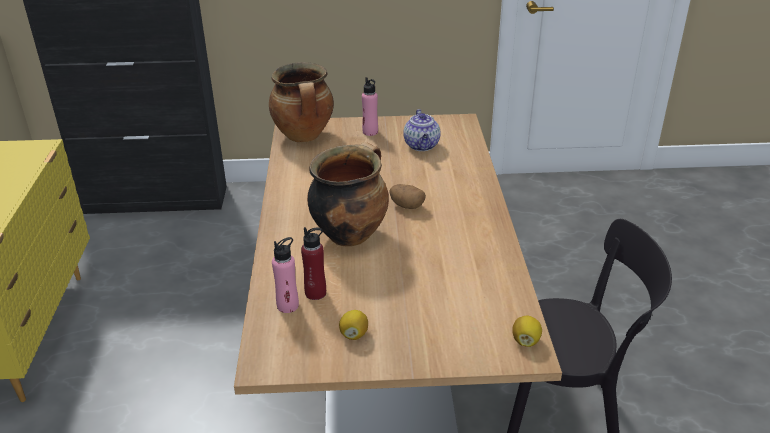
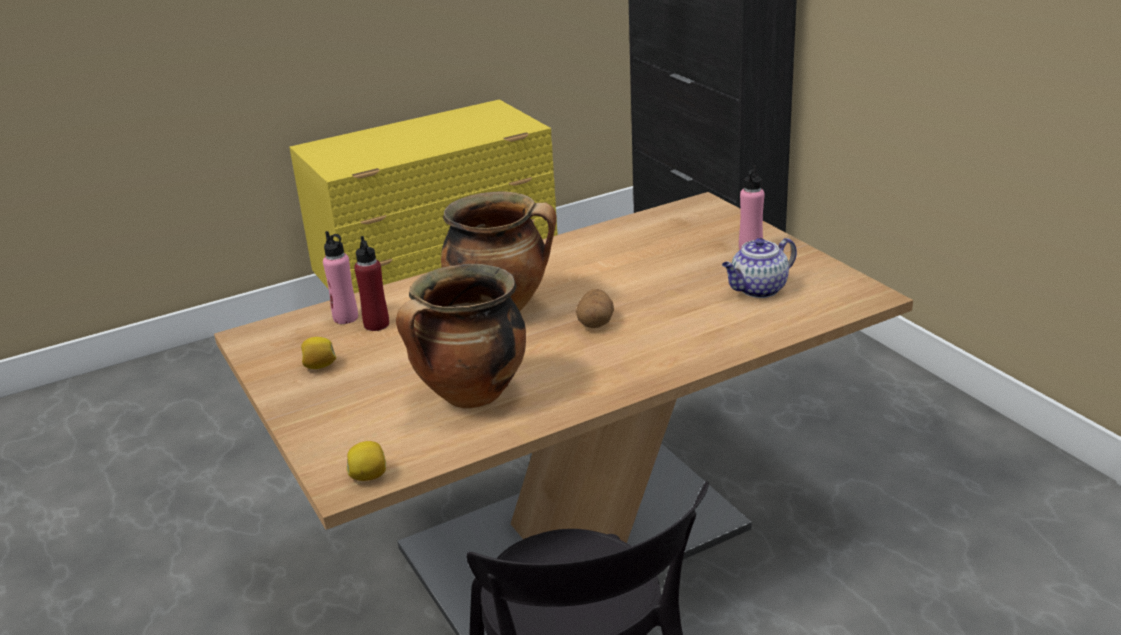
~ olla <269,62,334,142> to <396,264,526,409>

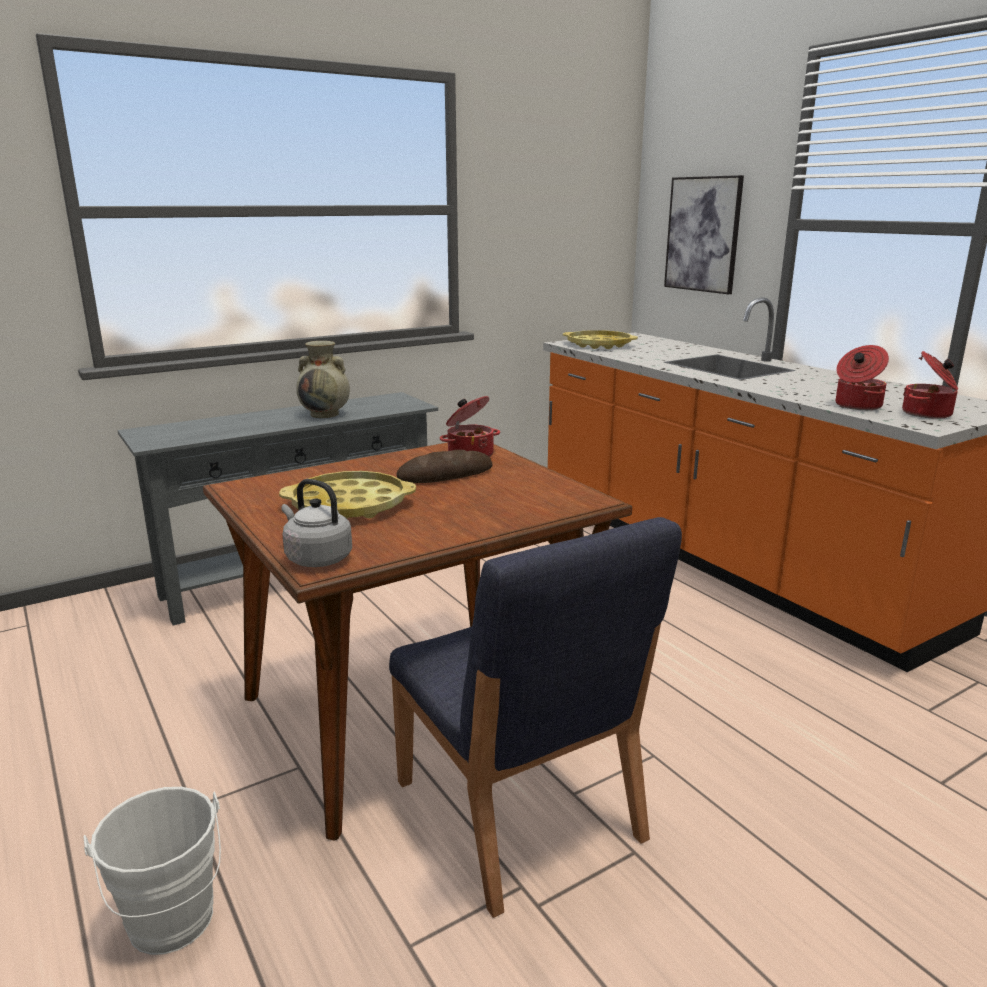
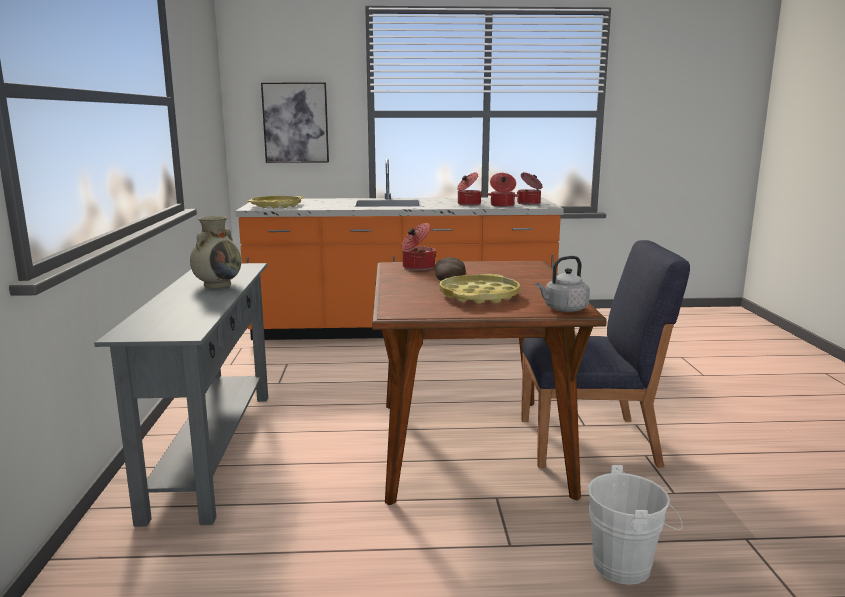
+ olla <457,172,482,206>

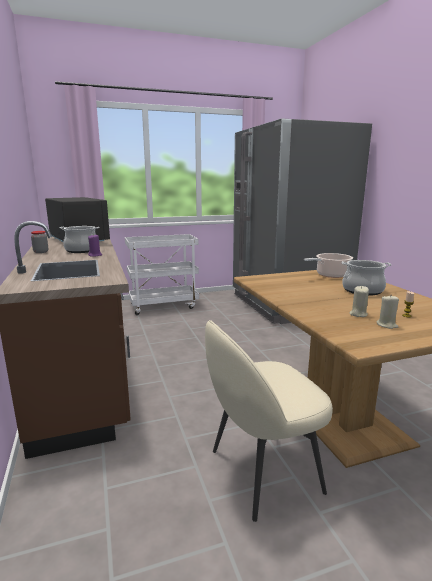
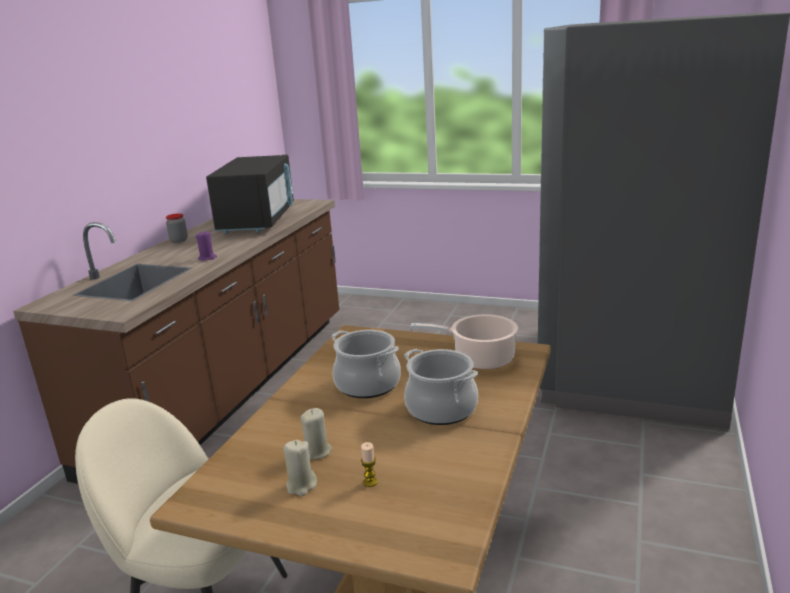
- carrito (blanco) <125,234,199,315>
~ olla <60,226,100,253> to <331,330,401,398>

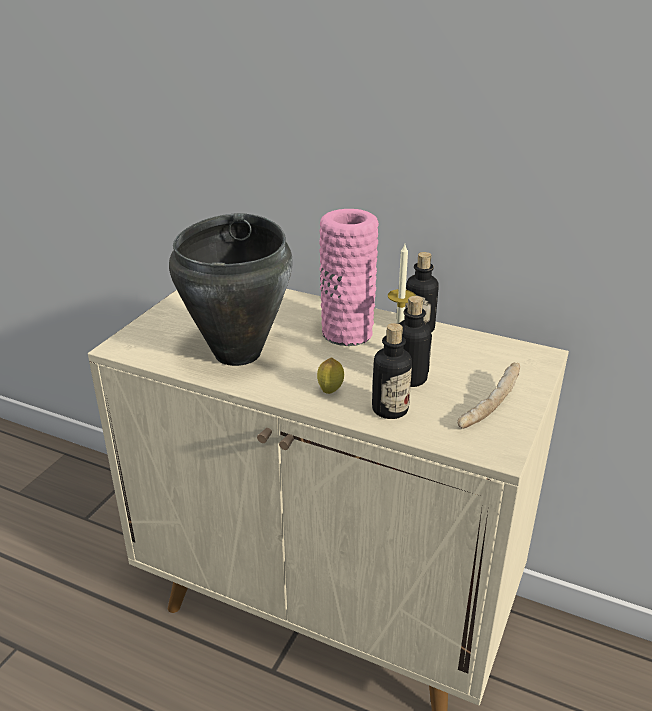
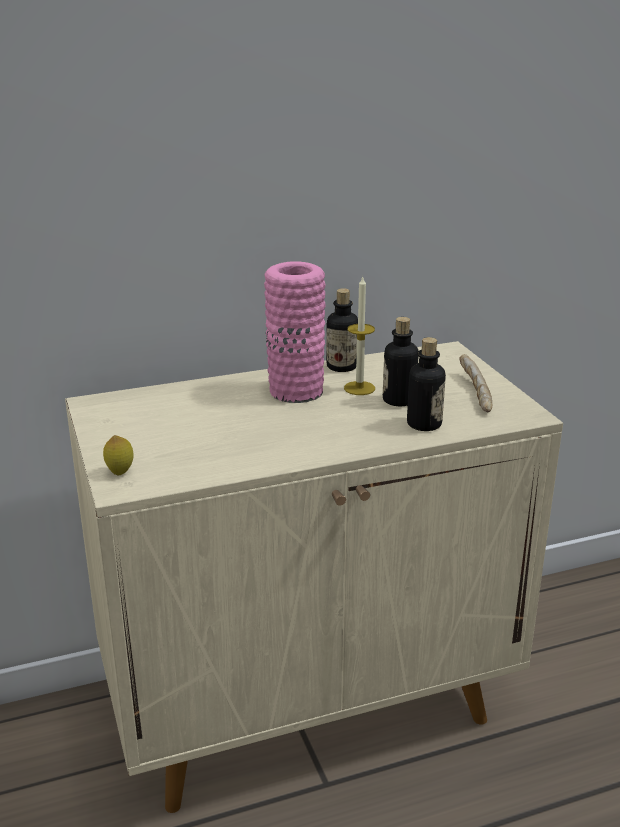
- olla (negro) <169,213,292,366>
~ limón <317,358,344,394> to <103,435,133,475>

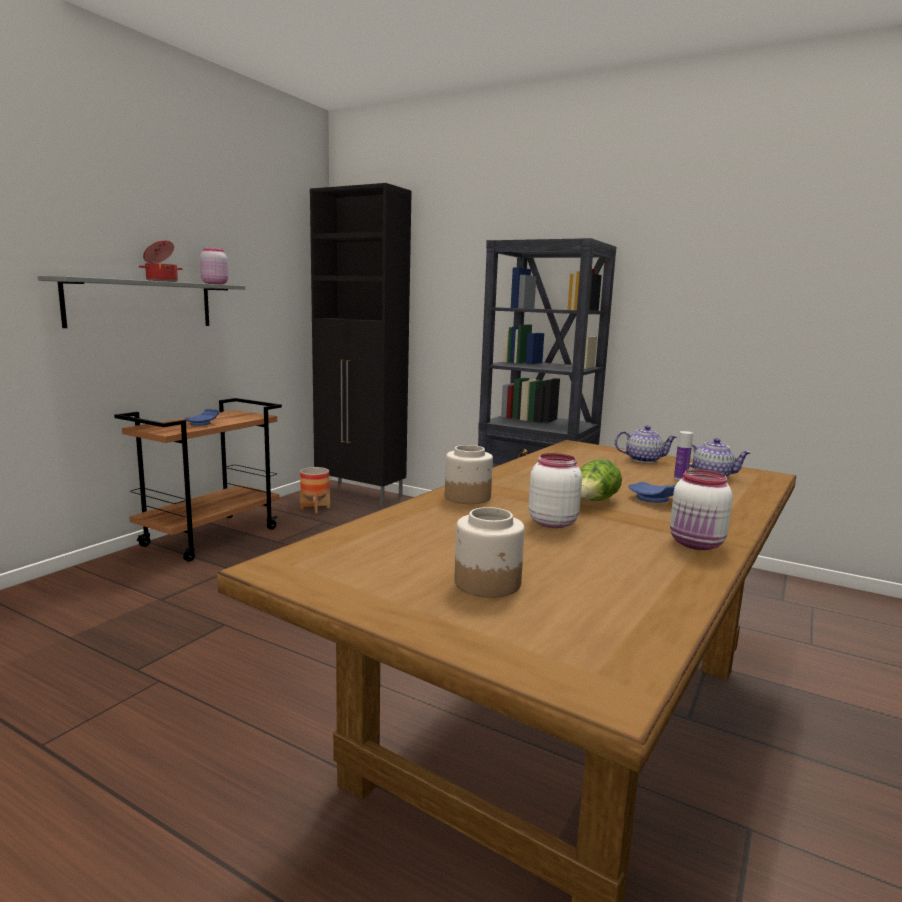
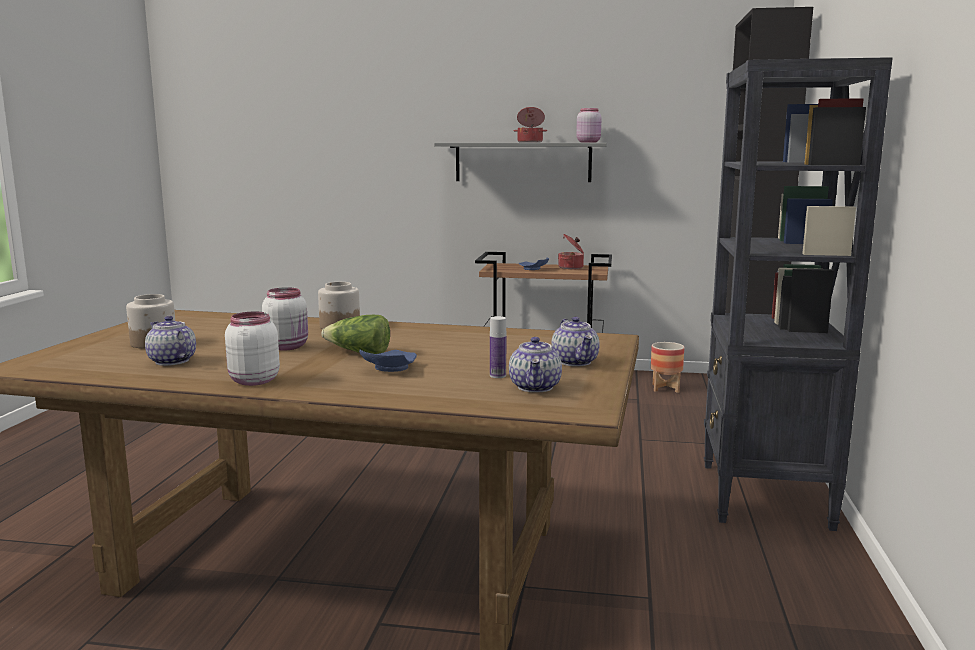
+ tetera <145,316,196,366>
+ olla <558,234,584,269>

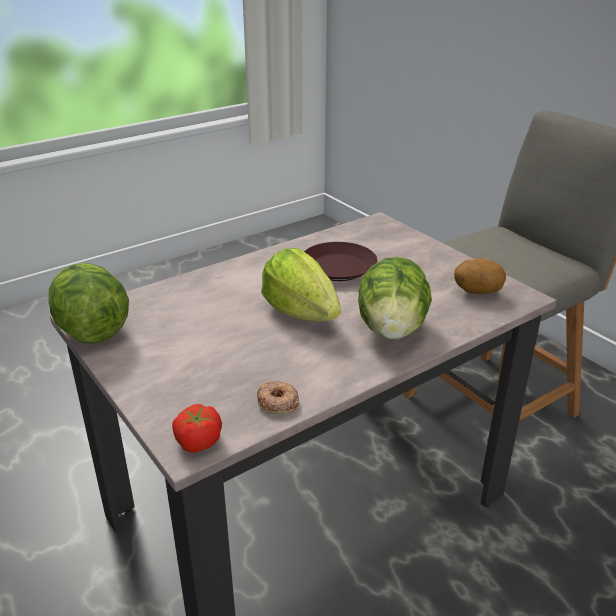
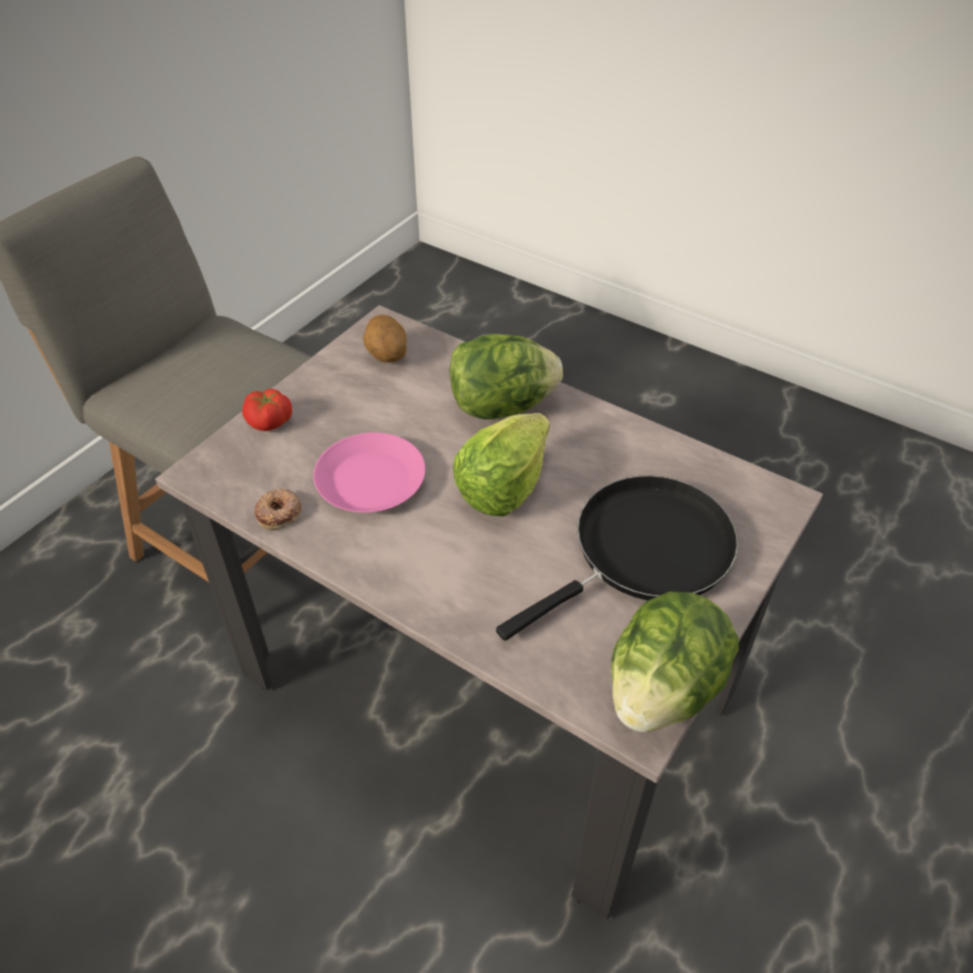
+ sartén (negro) <496,476,738,641>
~ tomate <172,404,222,453> to <242,389,292,431>
~ rosquilla <257,380,299,414> to <255,489,302,529>
~ plato (marrón) <304,242,377,281> to plato (rosa) <313,433,425,513>

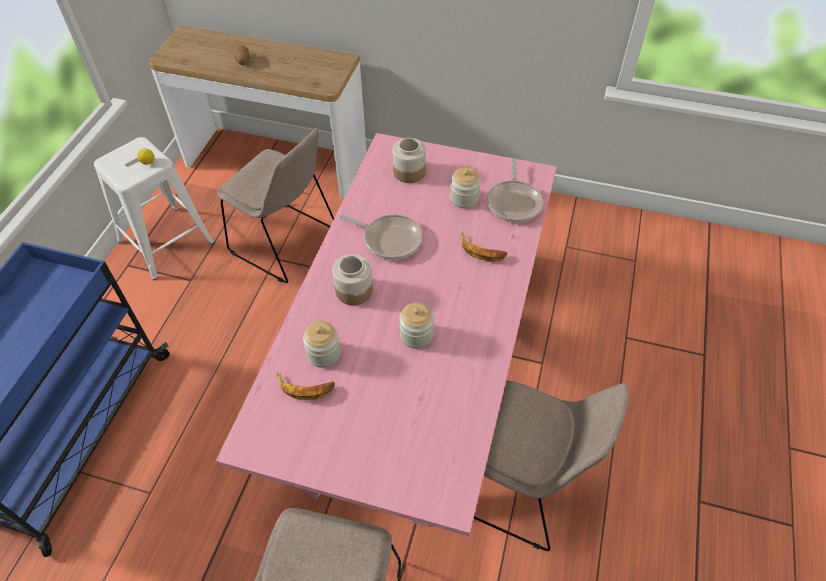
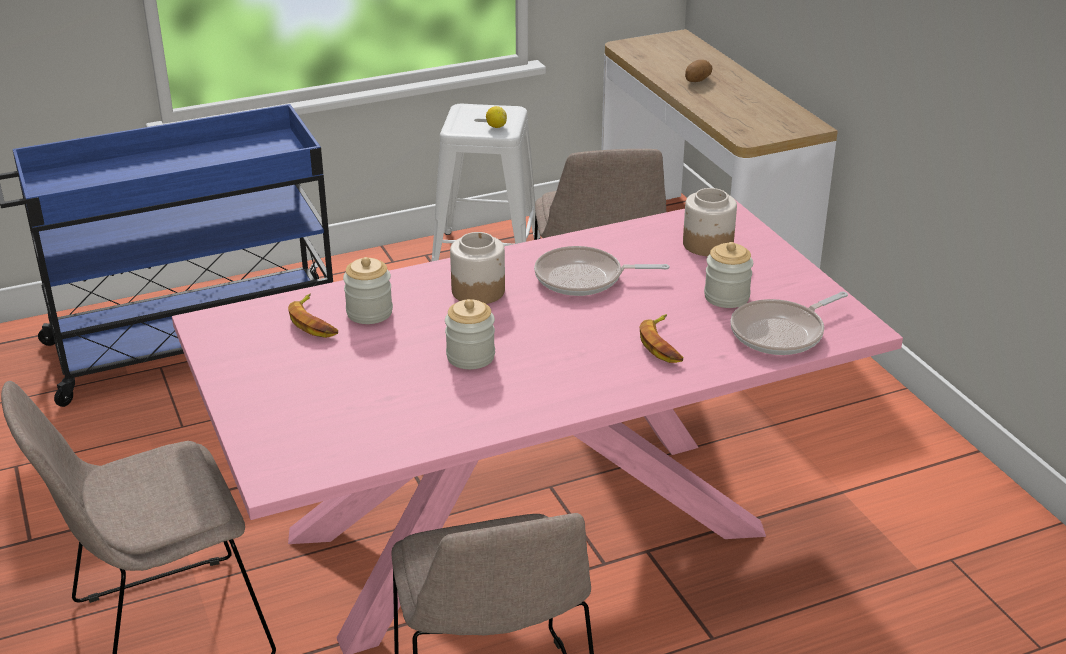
~ sartén <339,214,423,260> = <534,246,670,296> 105 degrees clockwise

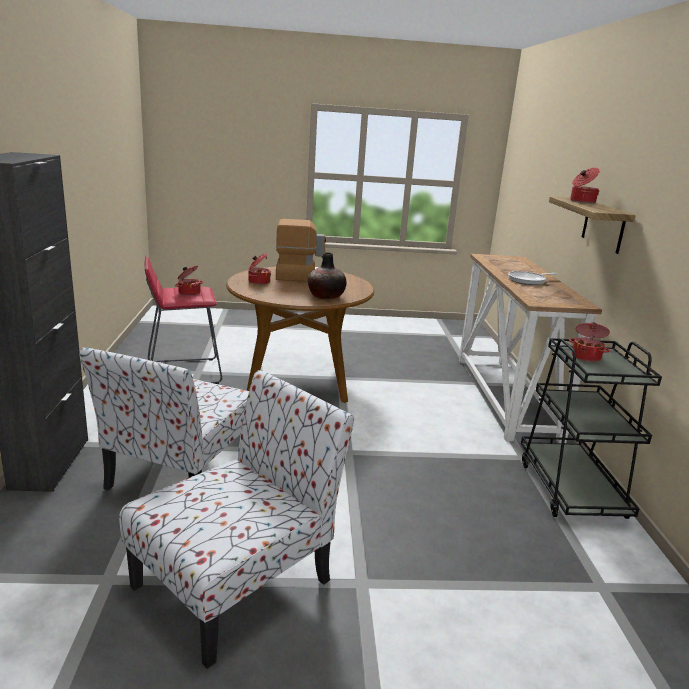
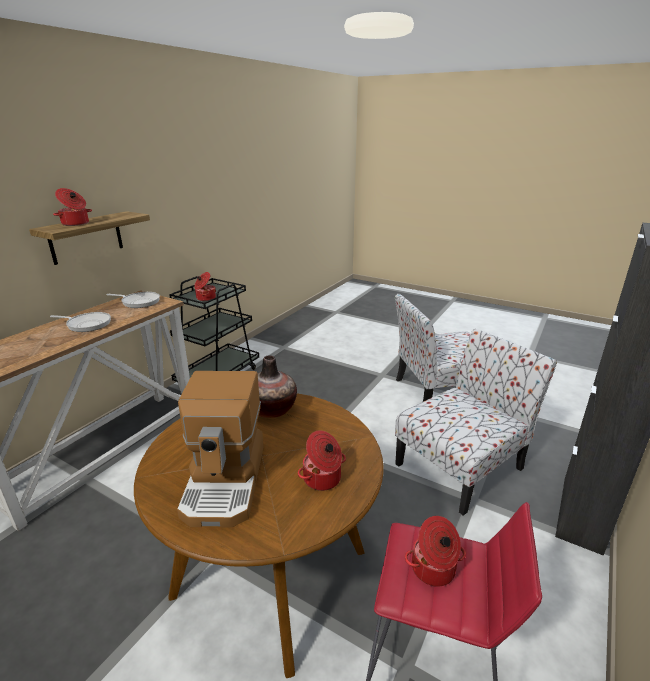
+ sartén <107,292,160,308>
~ cafetera <276,219,326,282> = <177,371,264,528> 120 degrees counterclockwise

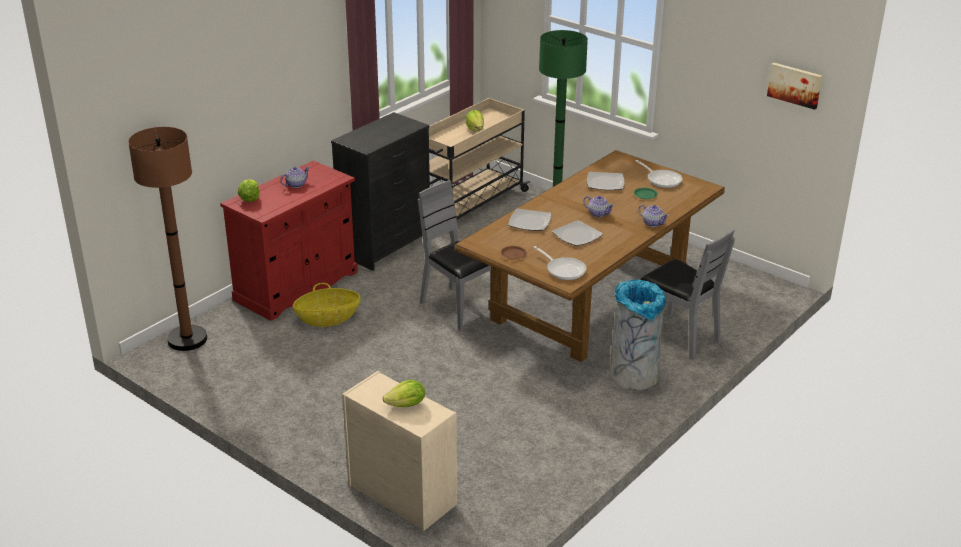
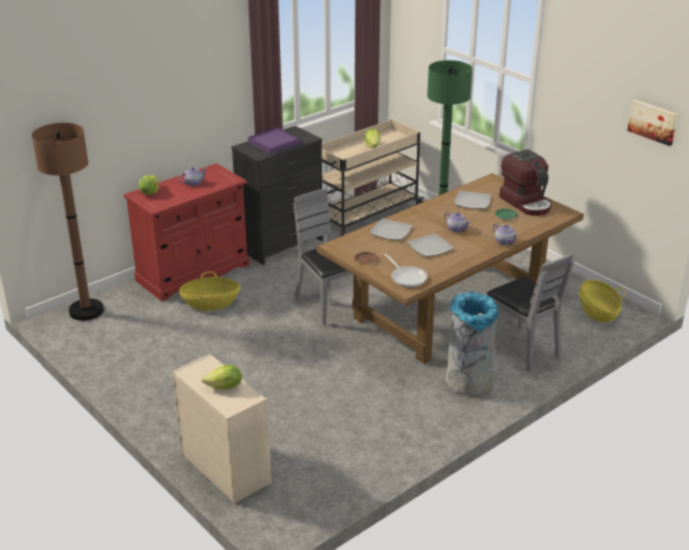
+ bandeja (morado) <248,128,300,154>
+ cesta <578,280,625,322>
~ sartén <636,160,683,188> to cafetera <499,149,552,216>

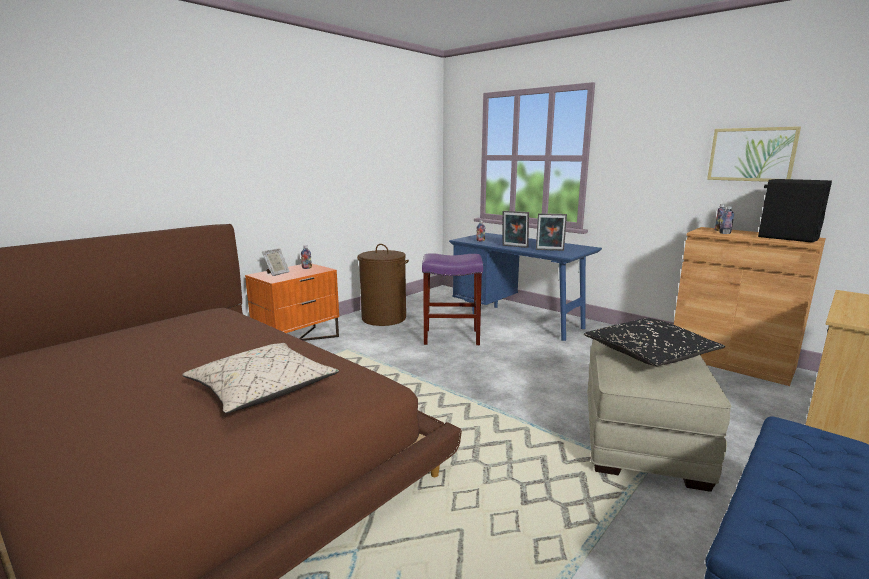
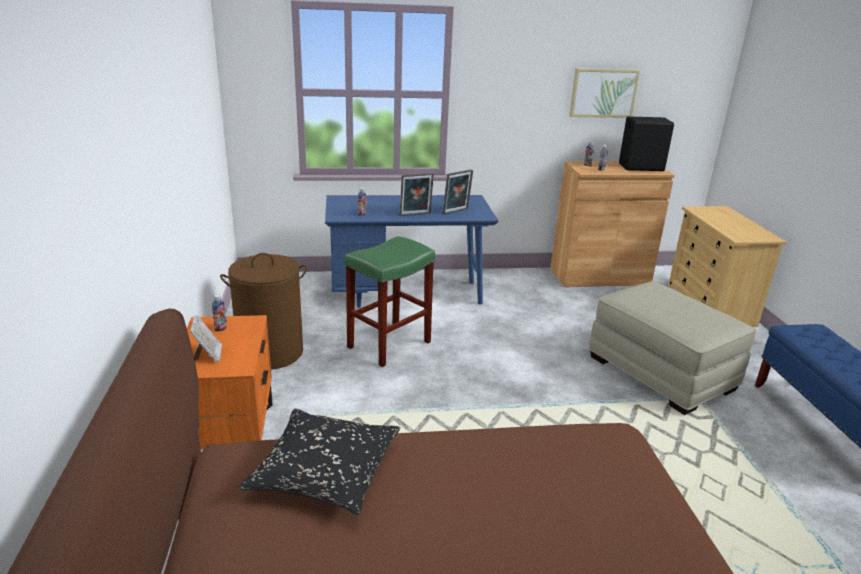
- cojín (beis) <182,343,339,413>
~ cojín (negro) <584,318,725,366> to <239,409,400,515>
~ taburete (morado) <422,253,483,345> to taburete (verde) <344,236,435,367>

